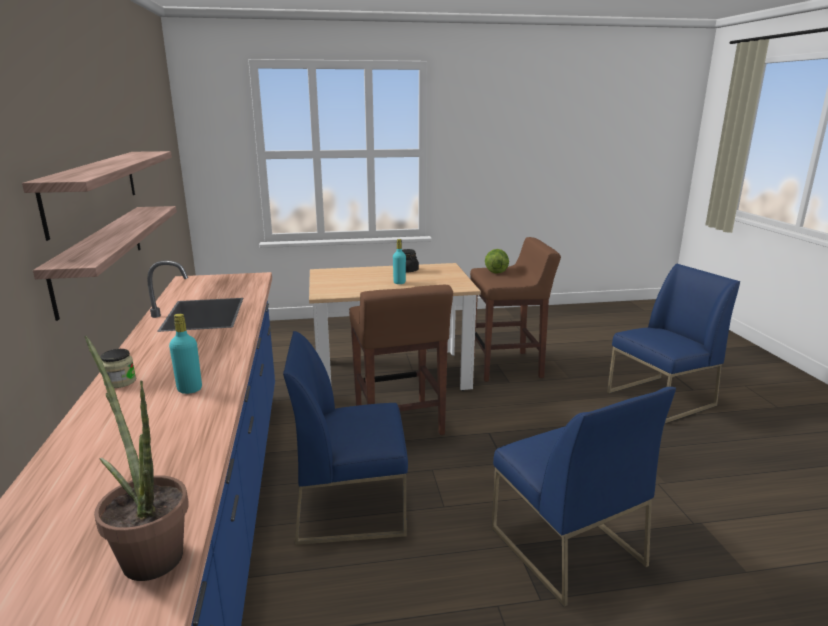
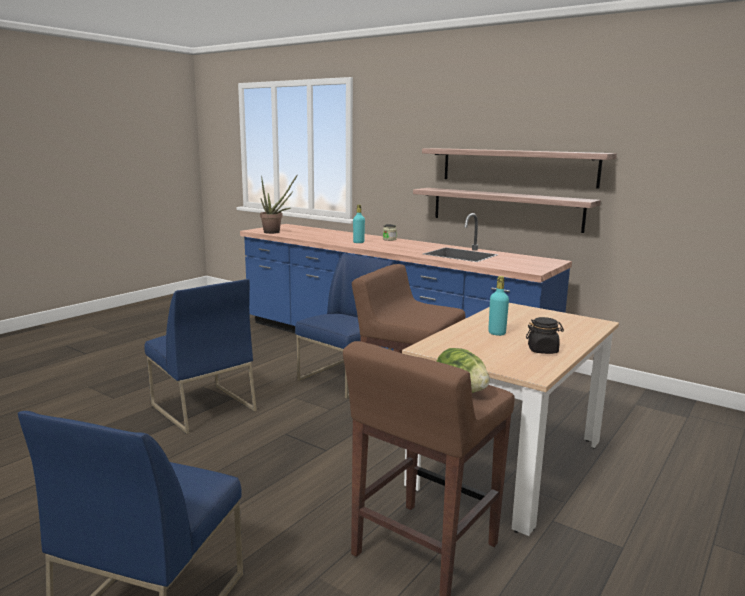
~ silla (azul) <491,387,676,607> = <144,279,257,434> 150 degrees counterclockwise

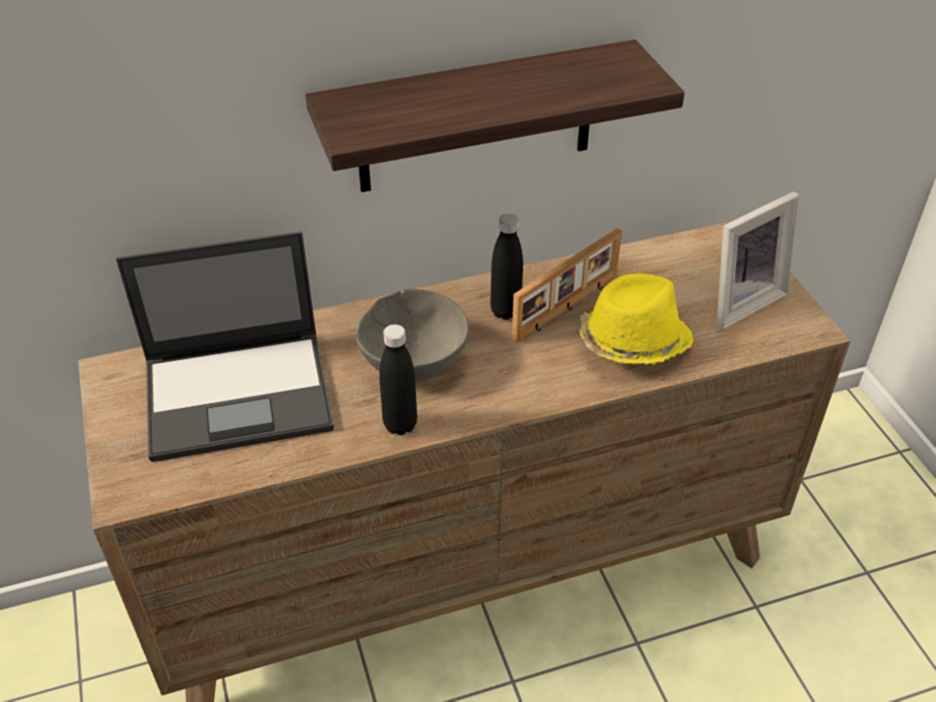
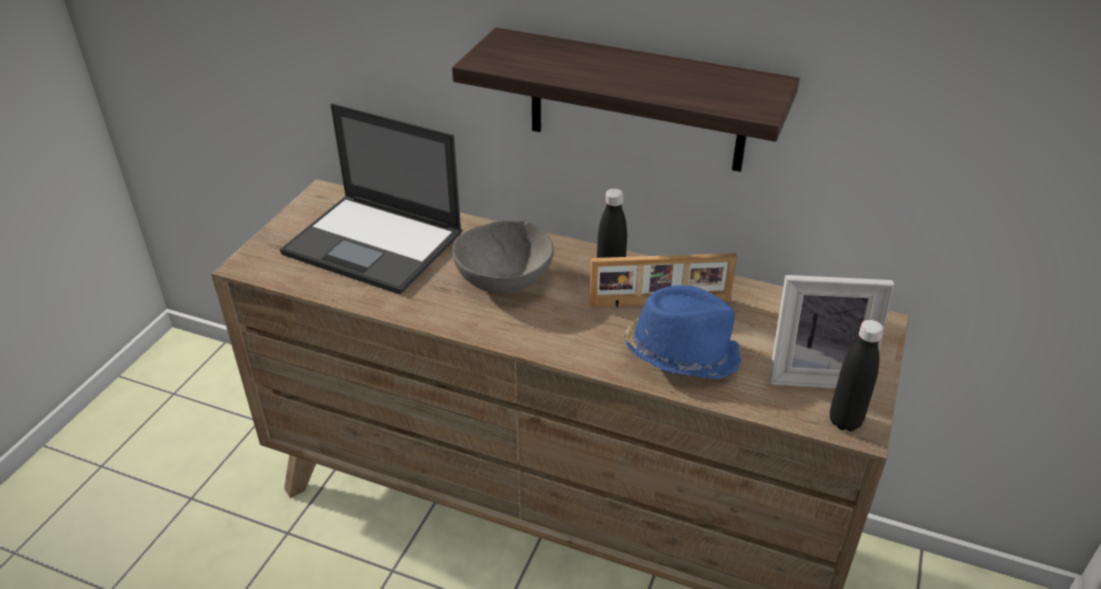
~ botella (negro) <379,324,417,435> to <830,320,883,431>
~ sombrero (amarillo) <580,273,693,365> to sombrero (azul) <624,285,741,379>

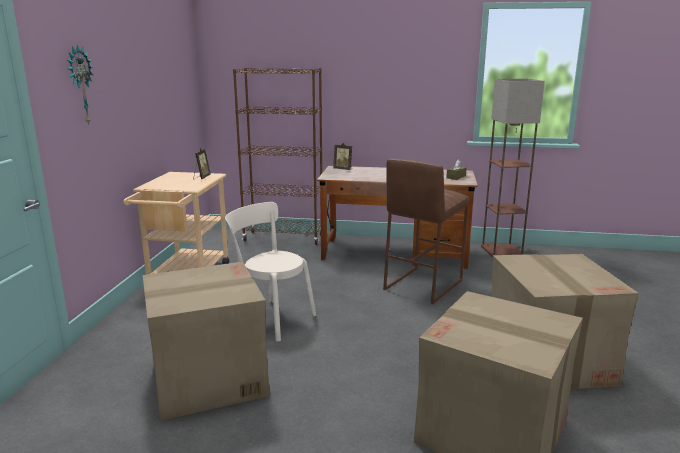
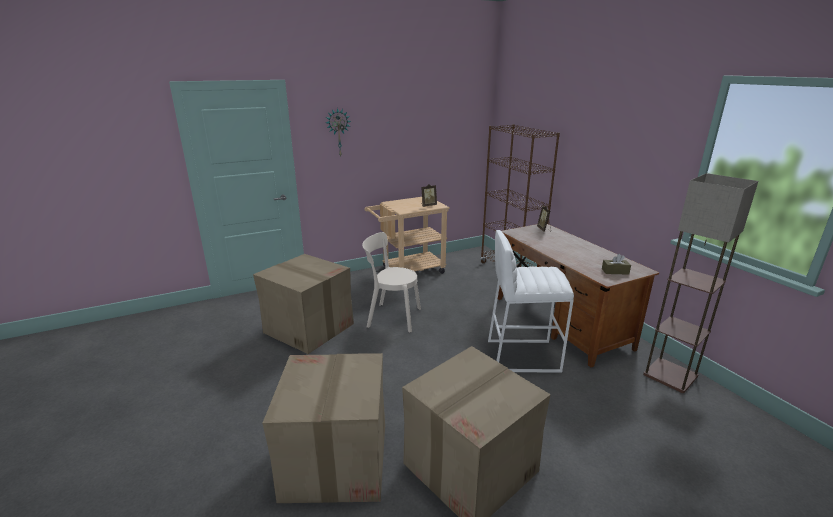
~ taburete (marrón) <383,159,469,304> to taburete (blanco) <488,230,574,373>
~ silla (beis) <225,202,316,342> = <362,232,421,332> 75 degrees counterclockwise

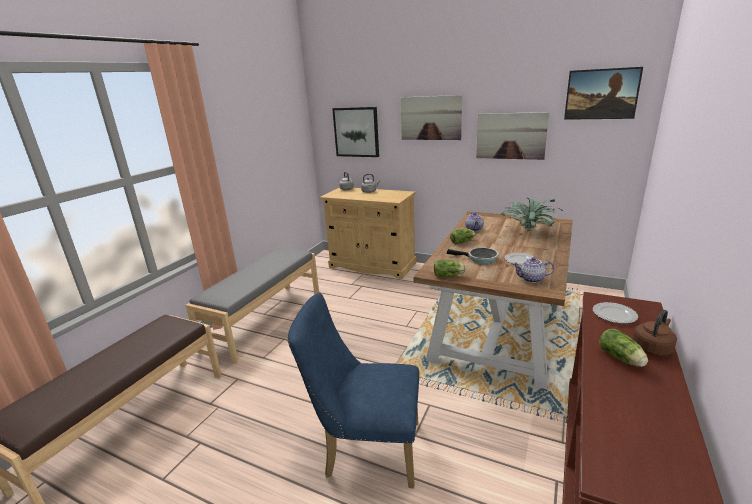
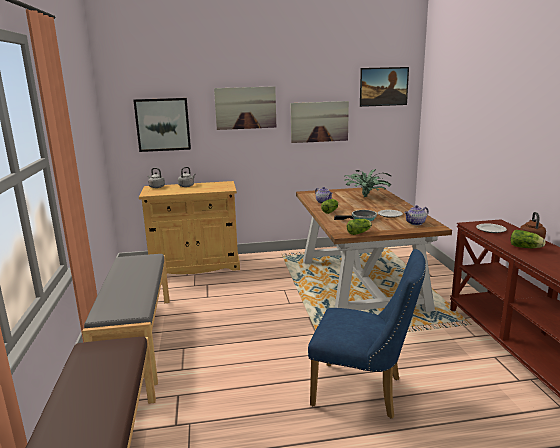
~ silla (azul) <288,293,419,488> = <308,249,426,419> 135 degrees counterclockwise

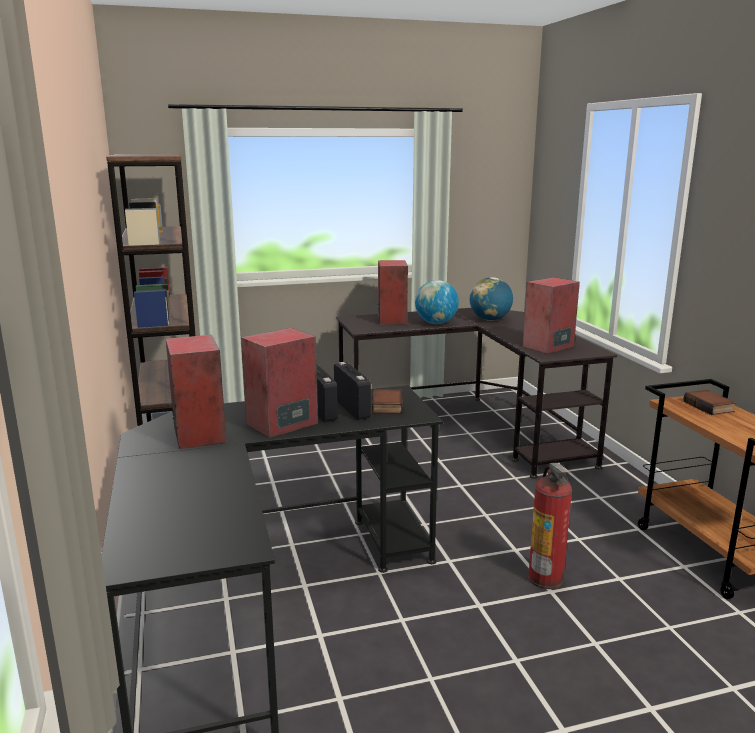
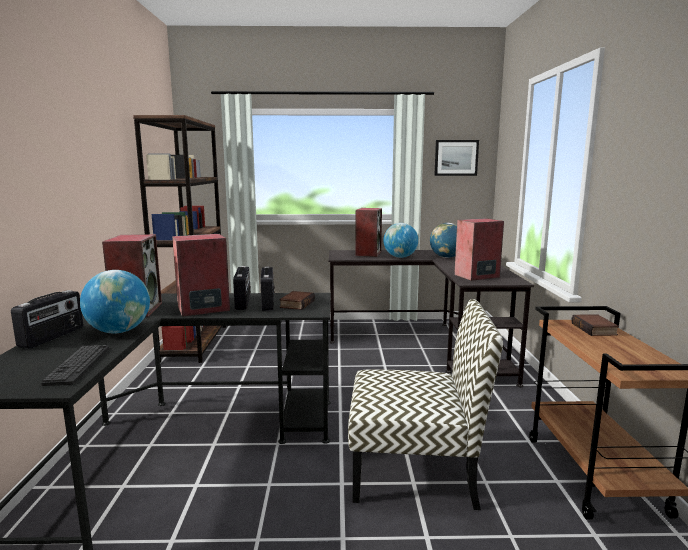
+ radio <11,290,83,349>
+ teclado <41,345,109,386>
+ globo terráqueo <80,270,150,333>
+ cuadro <434,140,479,176>
~ extintor <528,463,572,589> to silla <348,299,503,510>

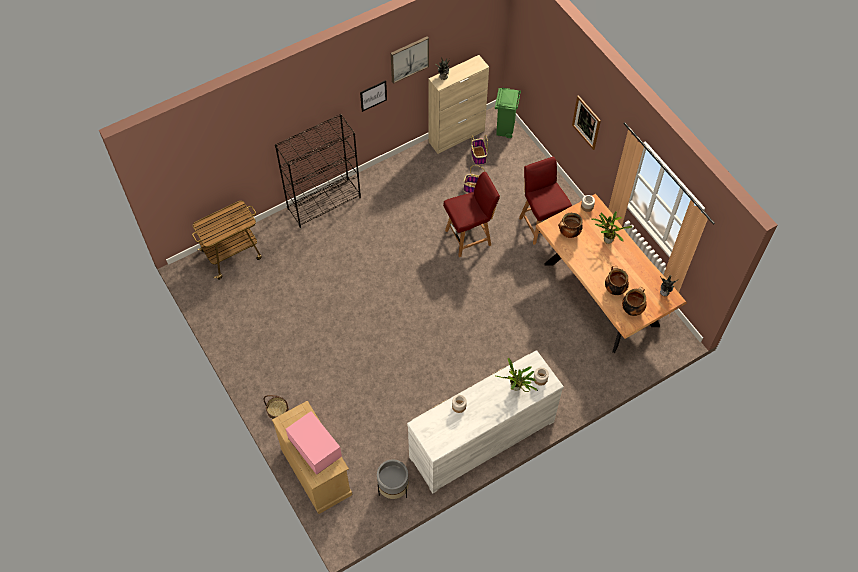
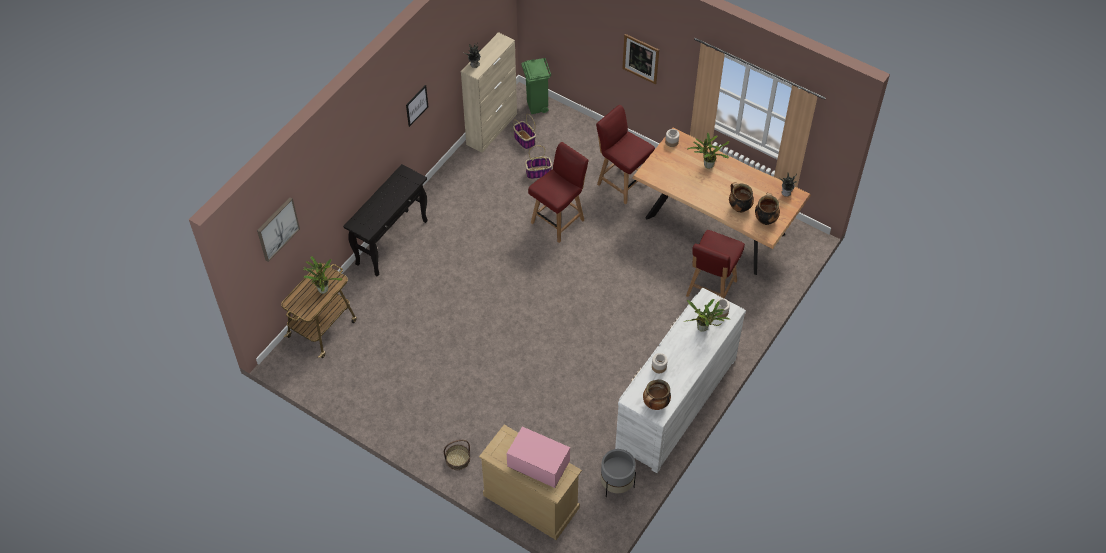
+ planta en maceta <303,256,342,294>
+ silla (rojo) <686,230,745,299>
~ cuadro <391,36,429,84> to <257,197,300,262>
~ olla <558,213,583,238> to <643,379,671,410>
~ estantería (negro) <275,114,361,228> to mesa consola (negro) <343,164,428,276>

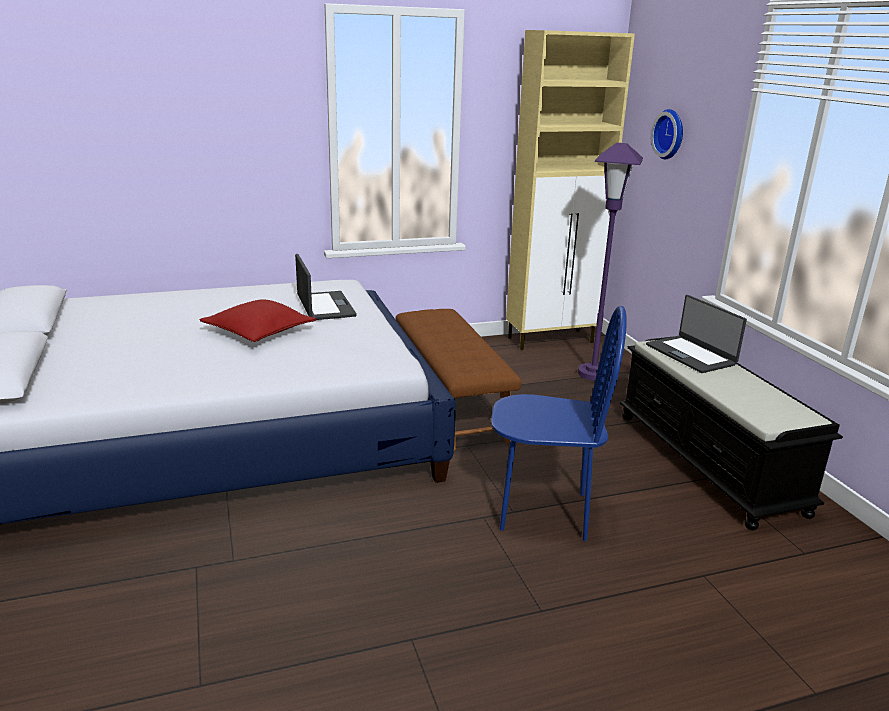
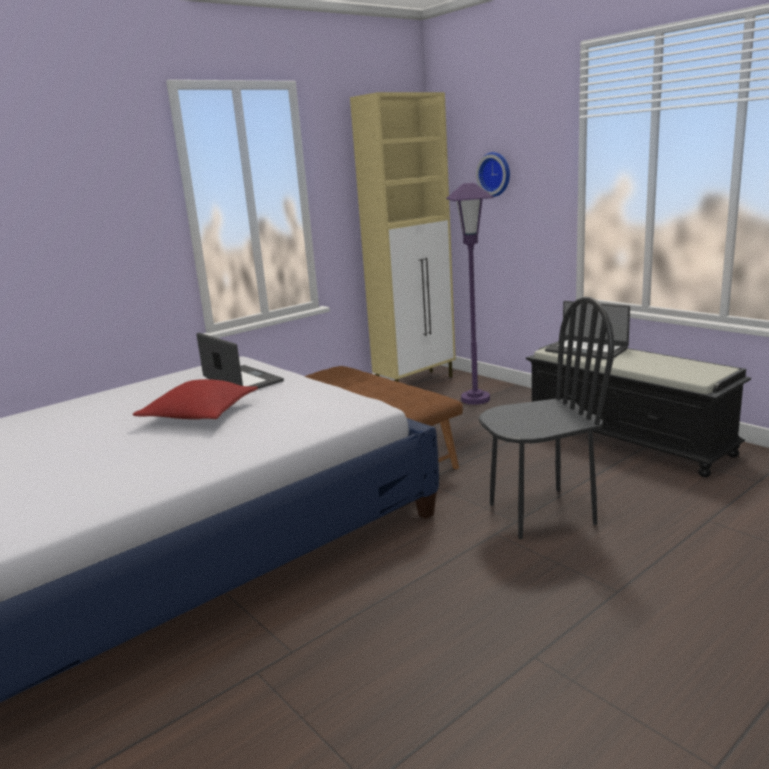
~ silla (azul) <491,306,627,541> to silla (negro) <479,297,614,539>

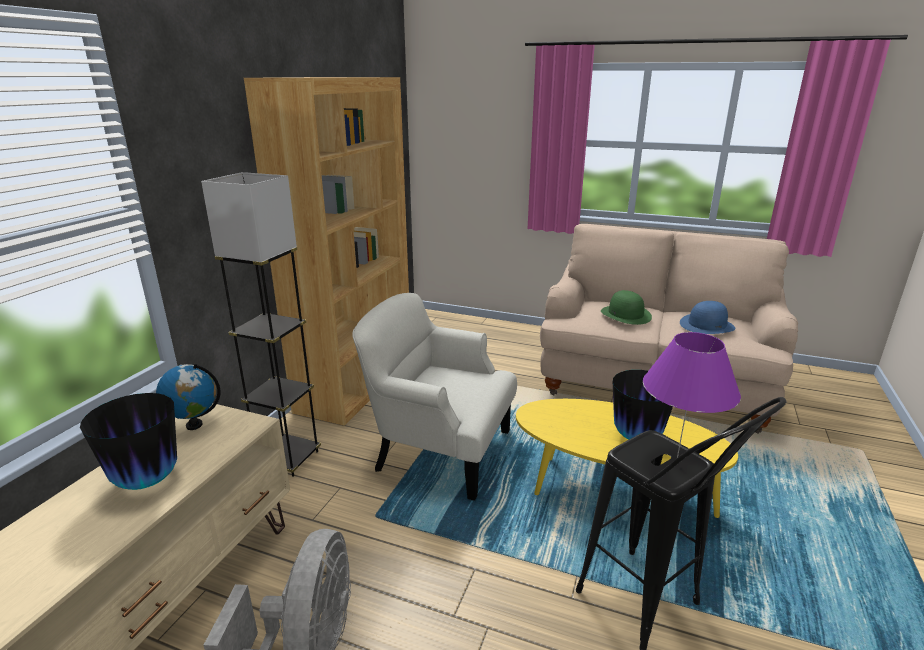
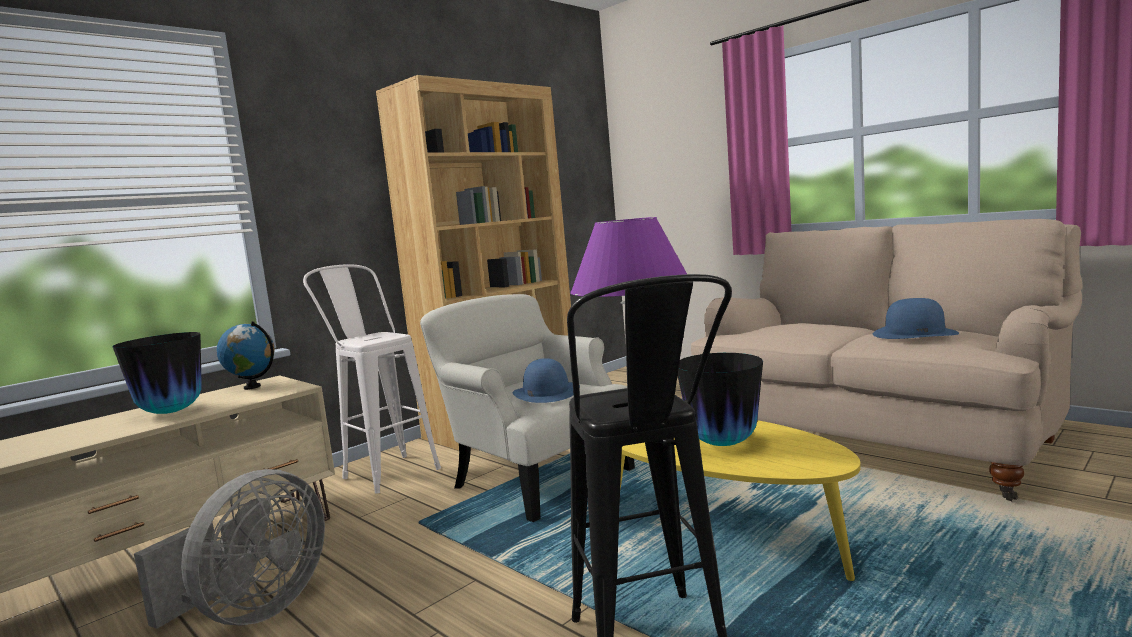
- sombrero (verde) <601,290,652,325>
+ sombrero (azul) <513,358,580,403>
~ lámpara de pie (gris) <201,172,321,477> to taburete (blanco) <303,264,441,494>

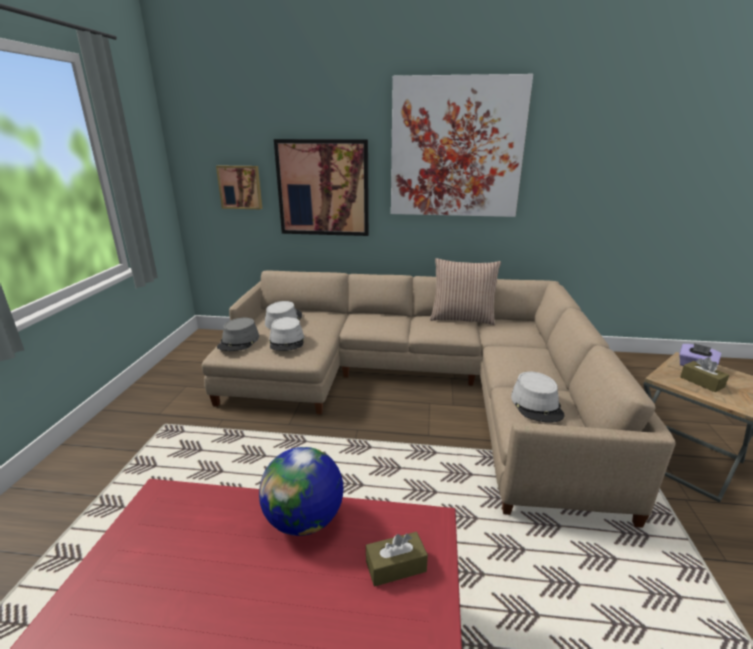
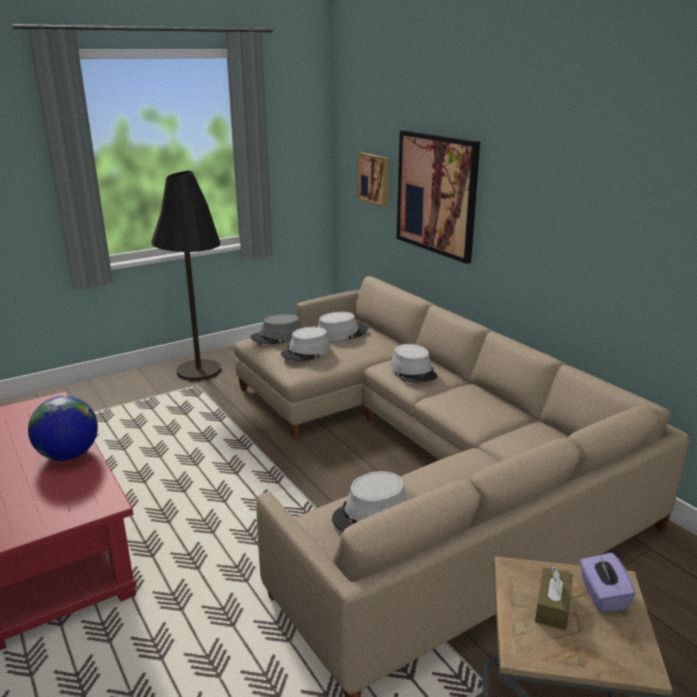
- caja de pañuelos (marrón) <366,532,428,587>
- cuadro <391,74,533,217>
- cojín <430,258,501,325>
+ lámpara de pie (negro) <151,171,221,381>
+ sombrero (gris) <391,344,438,382>

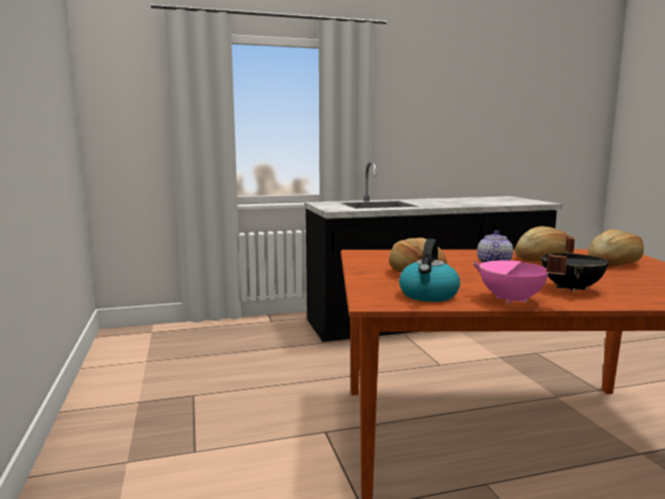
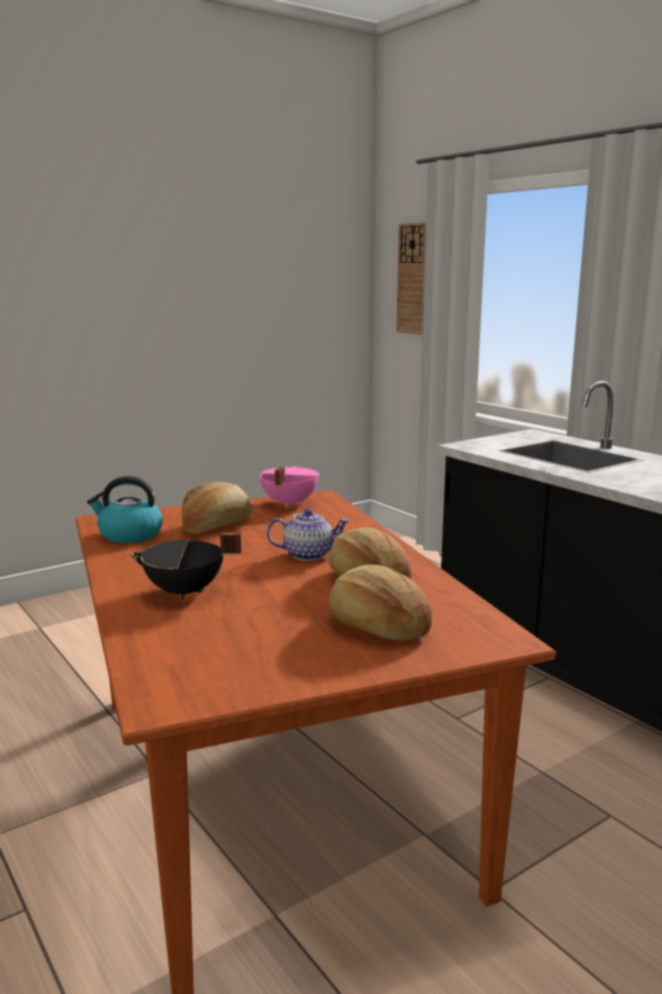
+ reloj de pared <396,222,426,335>
~ olla (rosa) <472,255,567,304> to <260,466,319,507>

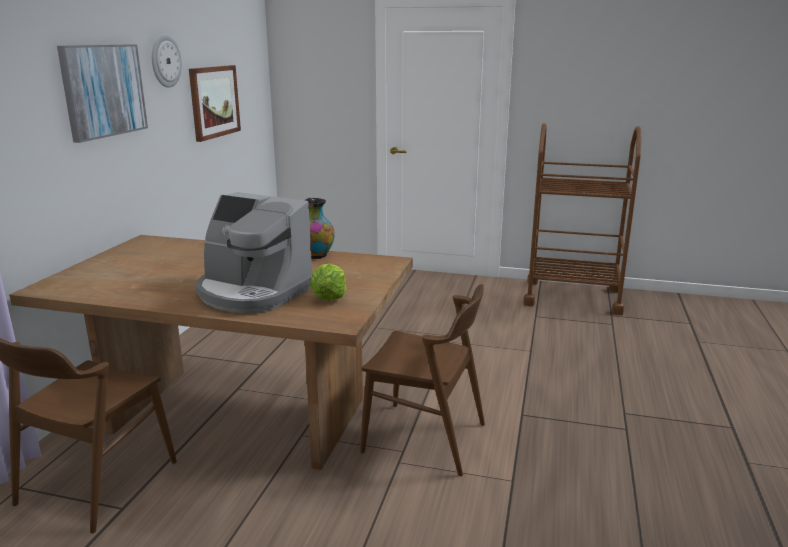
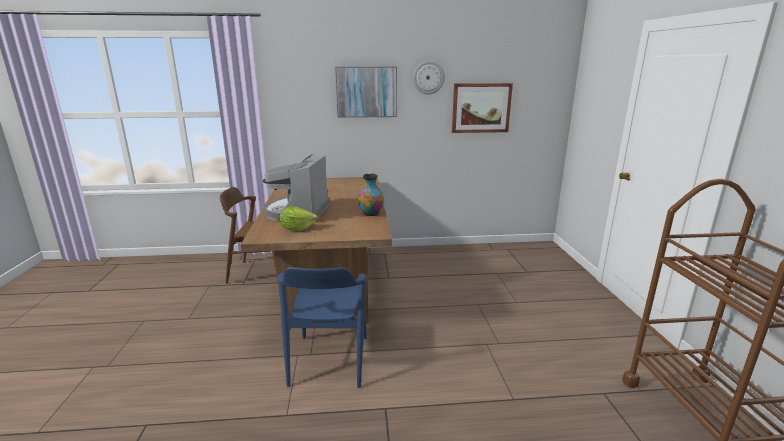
~ silla (marrón) <360,284,485,476> to silla (azul) <277,267,367,388>

